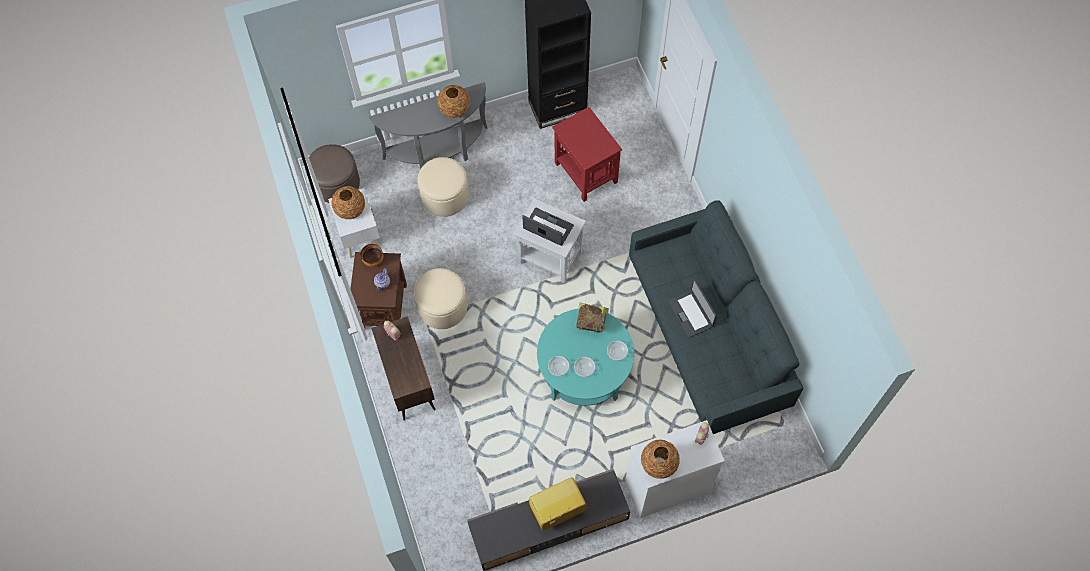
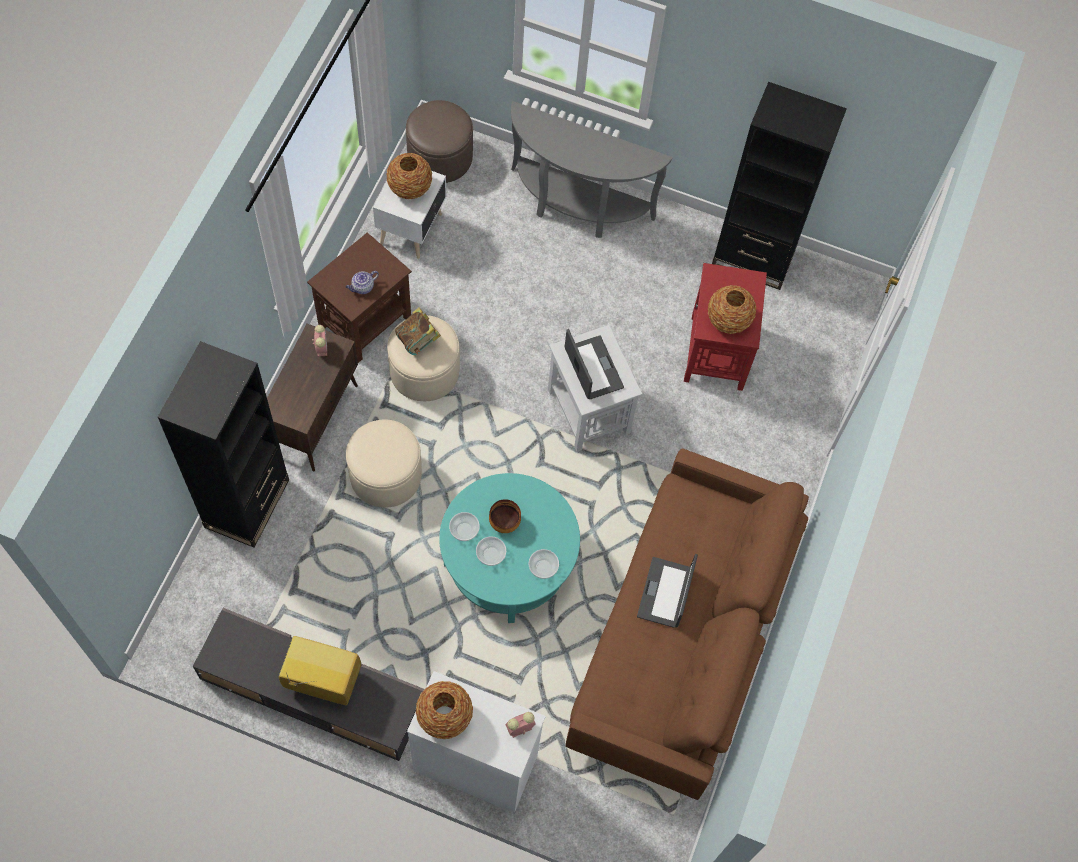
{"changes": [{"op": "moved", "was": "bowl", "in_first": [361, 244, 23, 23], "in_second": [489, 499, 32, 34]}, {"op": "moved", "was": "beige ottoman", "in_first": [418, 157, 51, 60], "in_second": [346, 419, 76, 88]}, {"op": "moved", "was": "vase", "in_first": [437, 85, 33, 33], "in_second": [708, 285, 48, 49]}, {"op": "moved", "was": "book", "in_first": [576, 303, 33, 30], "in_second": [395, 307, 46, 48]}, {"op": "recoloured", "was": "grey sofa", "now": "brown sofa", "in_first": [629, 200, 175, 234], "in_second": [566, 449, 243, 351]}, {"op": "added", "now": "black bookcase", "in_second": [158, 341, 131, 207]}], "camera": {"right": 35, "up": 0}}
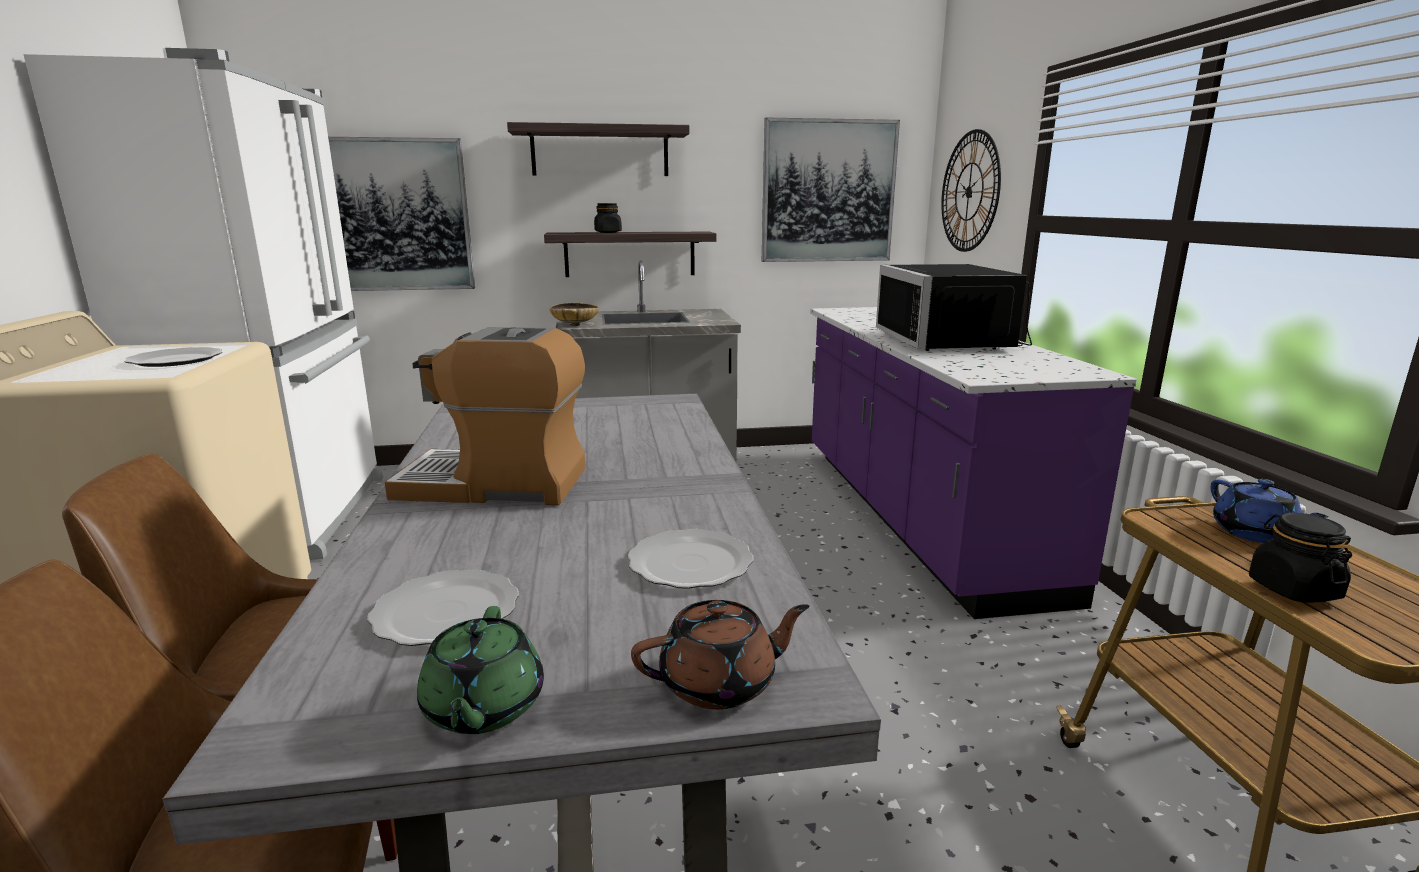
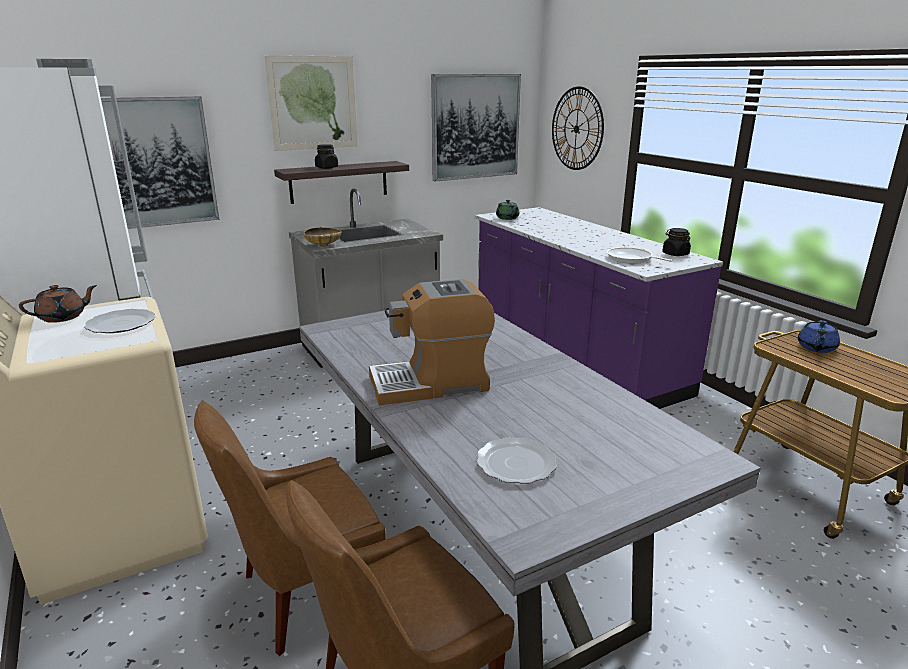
{"changes": [{"op": "moved", "was": "green teapot", "in_first": [417, 606, 127, 128], "in_second": [496, 200, 23, 20]}, {"op": "replaced", "was": "shelf", "now": "picture", "in_first": [507, 122, 183, 54], "in_second": [265, 55, 93, 96]}, {"op": "removed", "was": "plate", "in_first": [628, 529, 126, 60]}, {"op": "moved", "was": "brown teapot", "in_first": [631, 600, 179, 109], "in_second": [19, 285, 78, 38]}, {"op": "removed", "was": "black microwave", "in_first": [876, 264, 156, 87]}, {"op": "turned", "was": "blue teapot", "in_first": [1211, 479, 117, 64], "in_second": [798, 320, 42, 33], "clockwise": 60}, {"op": "moved", "was": "black jar", "in_first": [1249, 513, 103, 90], "in_second": [662, 228, 29, 28]}, {"op": "added", "now": "frying pan", "in_second": [607, 247, 66, 17]}], "camera": {"right": -20, "up": 5}}
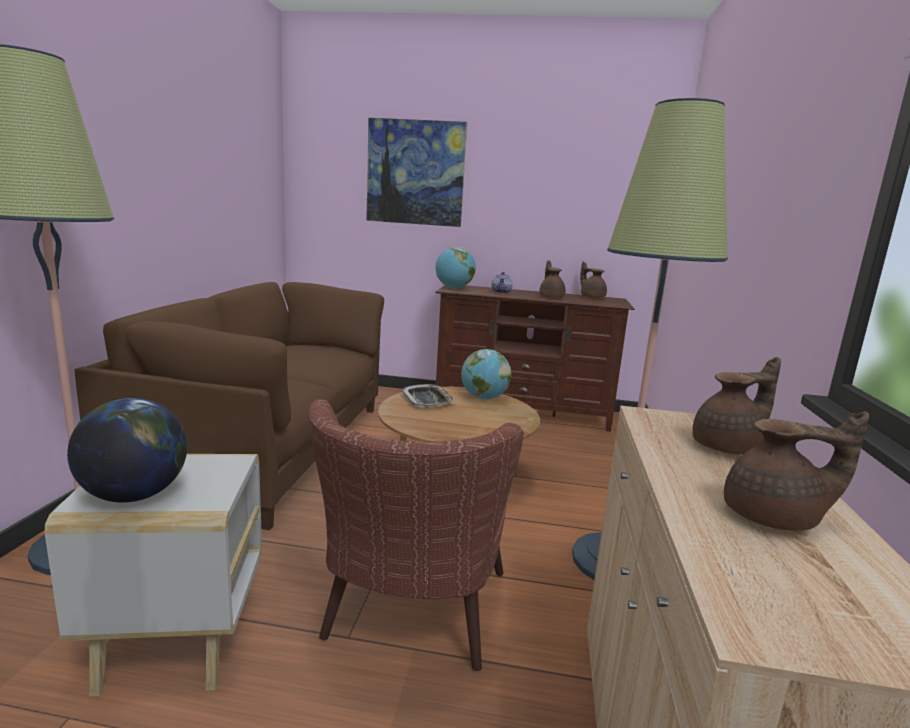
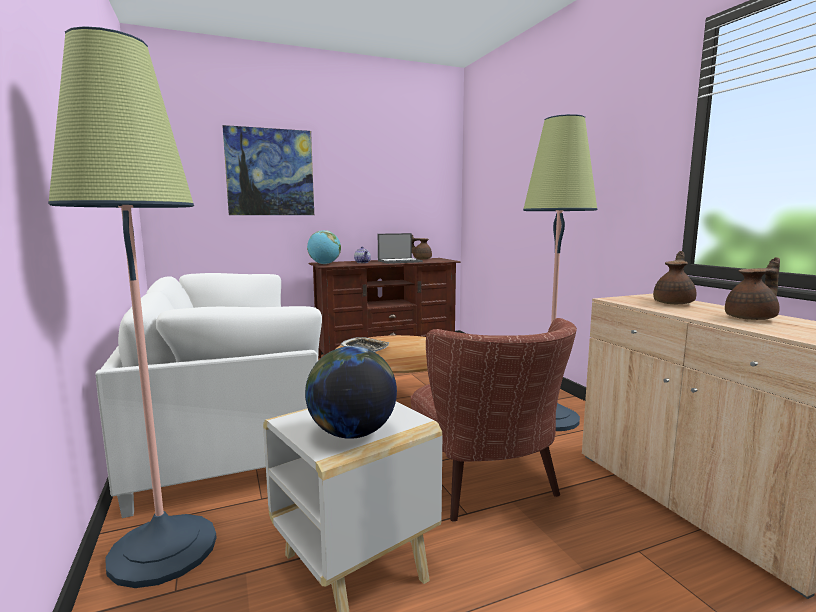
{"changes": [{"op": "recoloured", "was": "brown sofa", "now": "white sofa", "in_first": [75, 282, 309, 248], "in_second": [95, 273, 227, 245]}, {"op": "removed", "was": "globe", "in_first": [461, 349, 50, 50]}, {"op": "replaced", "was": "brown teapot", "now": "laptop", "in_first": [539, 260, 27, 38], "in_second": [378, 233, 45, 31]}], "camera": {"right": -30, "up": -5}}
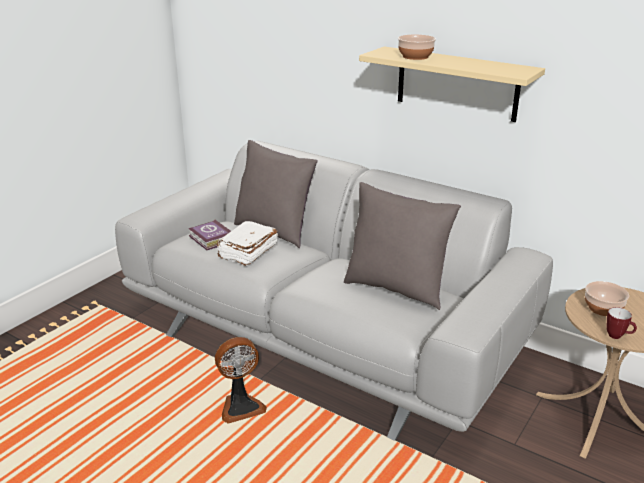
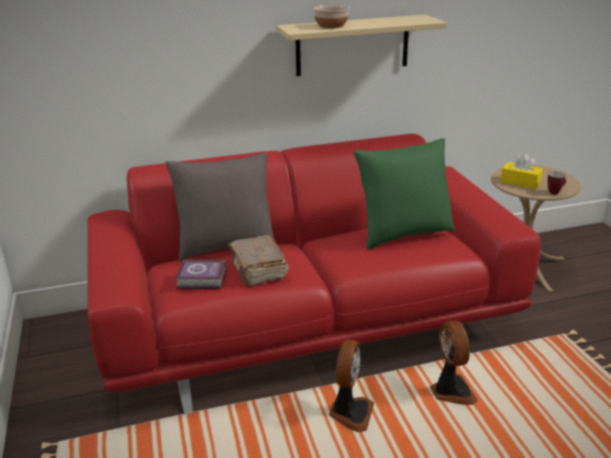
{"changes": [{"op": "recoloured", "was": "grey sofa", "now": "red sofa", "in_first": [115, 141, 438, 300], "in_second": [87, 134, 454, 281]}, {"op": "recoloured", "was": "white book", "now": "brown book", "in_first": [217, 221, 61, 45], "in_second": [228, 235, 60, 52]}, {"op": "recoloured", "was": "grey pillow", "now": "green pillow", "in_first": [344, 182, 117, 128], "in_second": [353, 138, 102, 112]}, {"op": "replaced", "was": "bowl", "now": "yellow tissue box", "in_first": [585, 281, 44, 35], "in_second": [500, 154, 43, 35]}, {"op": "added", "now": "fan", "in_second": [430, 320, 48, 85]}], "camera": {"right": -50, "up": 0}}
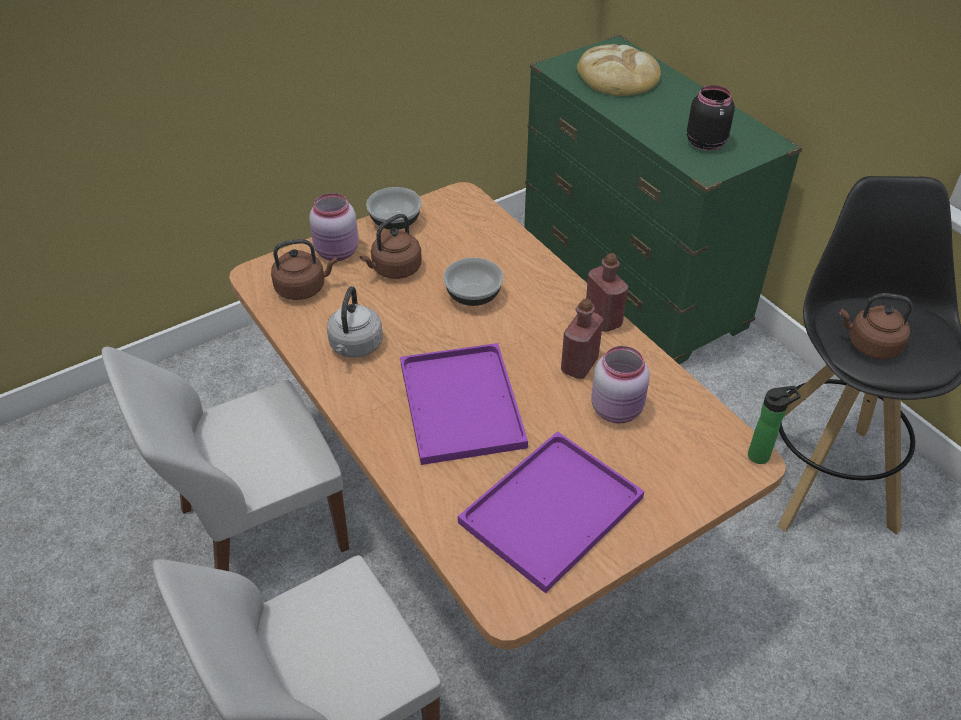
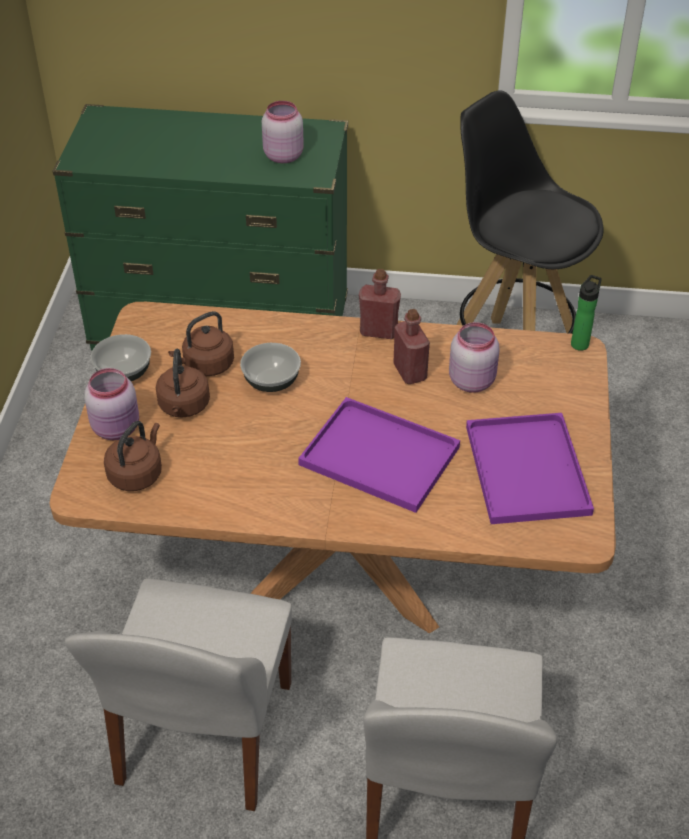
{"changes": [{"op": "removed", "was": "grey kettle", "in_first": [327, 286, 56, 72]}, {"op": "removed", "was": "bread", "in_first": [577, 44, 84, 52]}, {"op": "recoloured", "was": "black jar", "now": "pink jar", "in_first": [687, 85, 48, 65], "in_second": [262, 101, 42, 62]}, {"op": "moved", "was": "brown kettle", "in_first": [840, 293, 73, 66], "in_second": [168, 311, 66, 65]}], "camera": {"right": -50, "up": 0}}
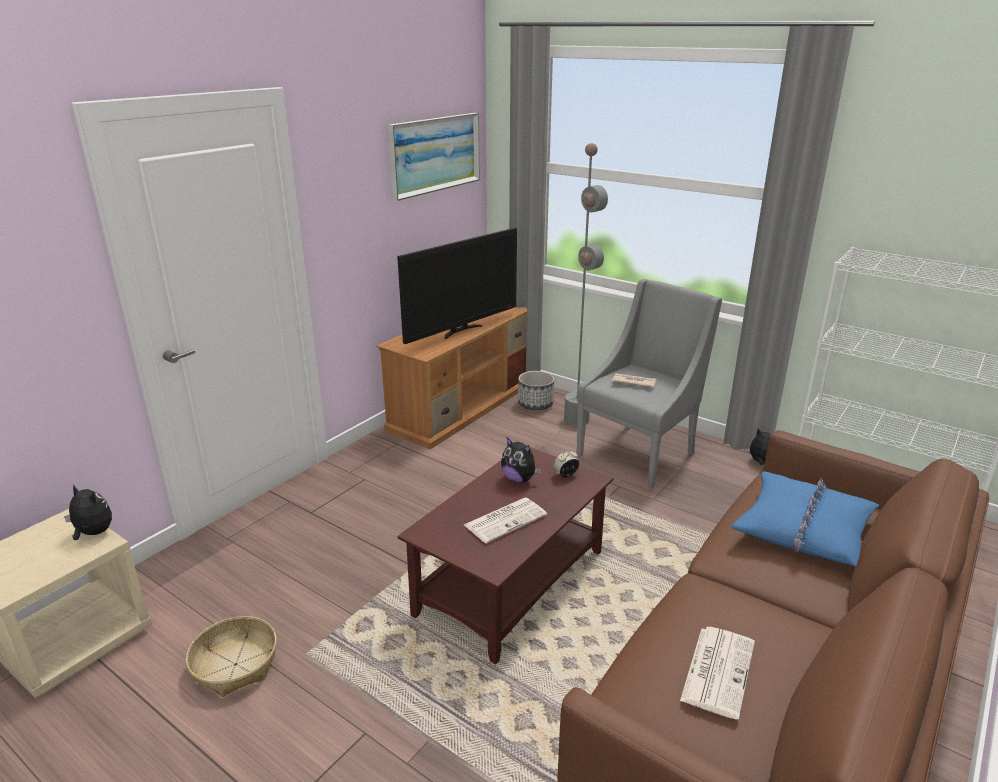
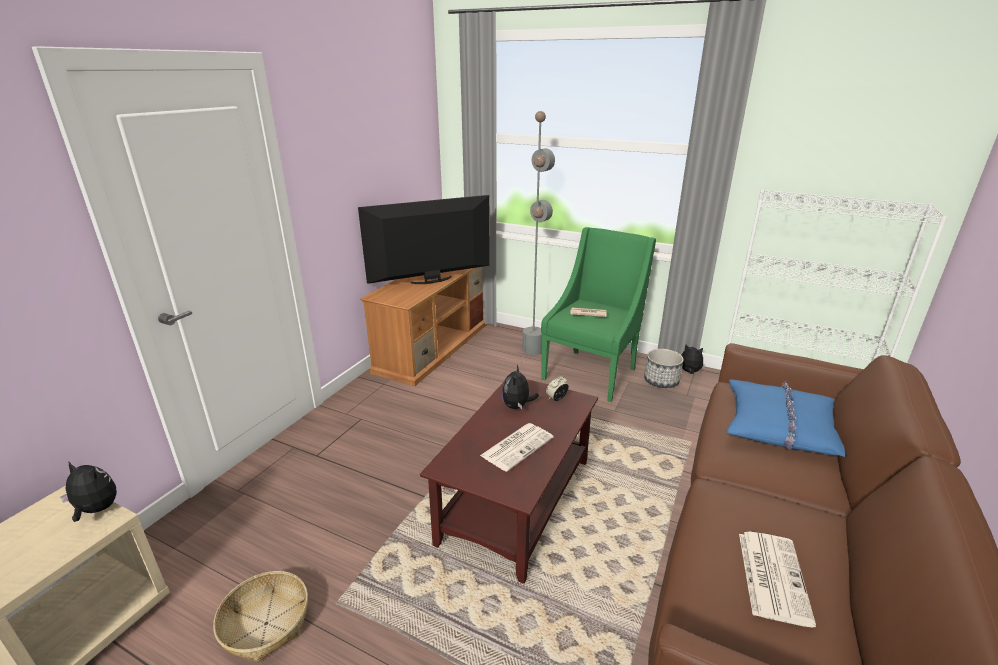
{"changes": [{"op": "removed", "was": "picture", "in_first": [388, 113, 92, 88]}, {"op": "turned", "was": "television", "in_first": [397, 228, 120, 116], "in_second": [358, 195, 132, 89], "clockwise": -150}, {"op": "turned", "was": "plush toy", "in_first": [501, 438, 41, 45], "in_second": [502, 365, 37, 44], "clockwise": 75}, {"op": "moved", "was": "planter", "in_first": [518, 371, 36, 39], "in_second": [644, 349, 40, 39]}, {"op": "recoloured", "was": "grey armchair", "now": "green armchair", "in_first": [577, 279, 145, 210], "in_second": [541, 227, 115, 175]}], "camera": {"right": -10, "up": 0}}
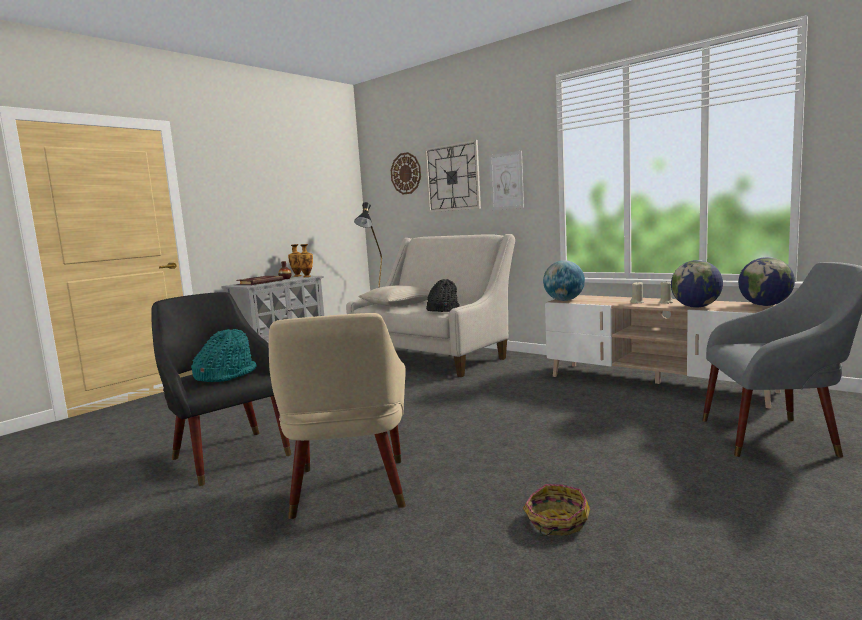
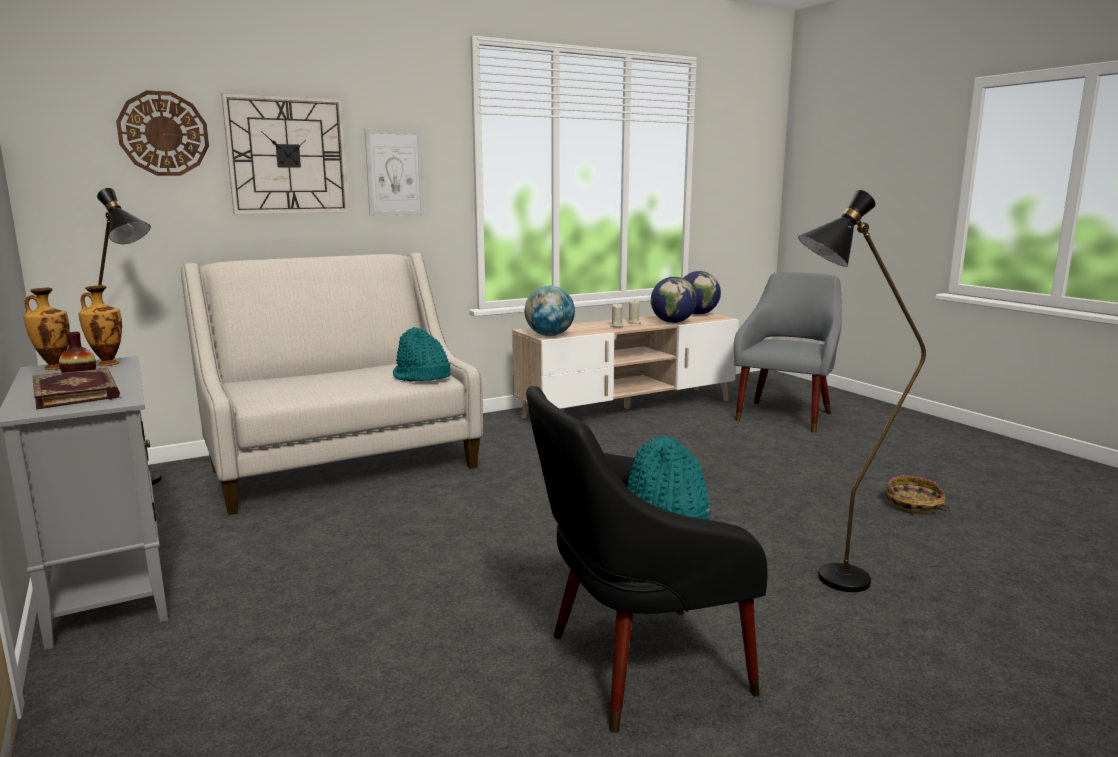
{"changes": [{"op": "replaced", "was": "beige armchair", "now": "black floor lamp", "in_first": [269, 313, 137, 206], "in_second": [798, 190, 128, 402]}, {"op": "removed", "was": "beige pillow", "in_first": [358, 285, 72, 22]}, {"op": "recoloured", "was": "black hat", "now": "turquoise hat", "in_first": [426, 279, 34, 33], "in_second": [393, 327, 58, 55]}], "camera": {"right": -70, "up": 5}}
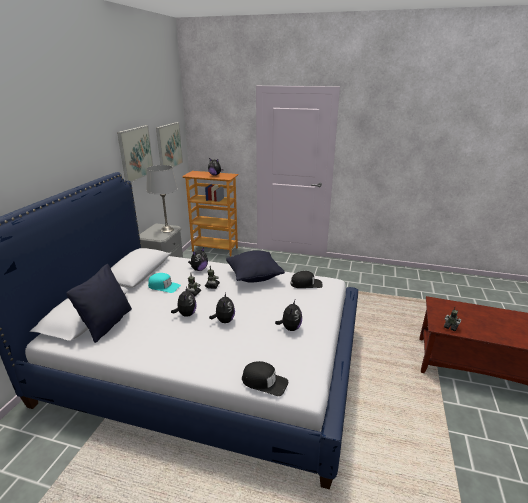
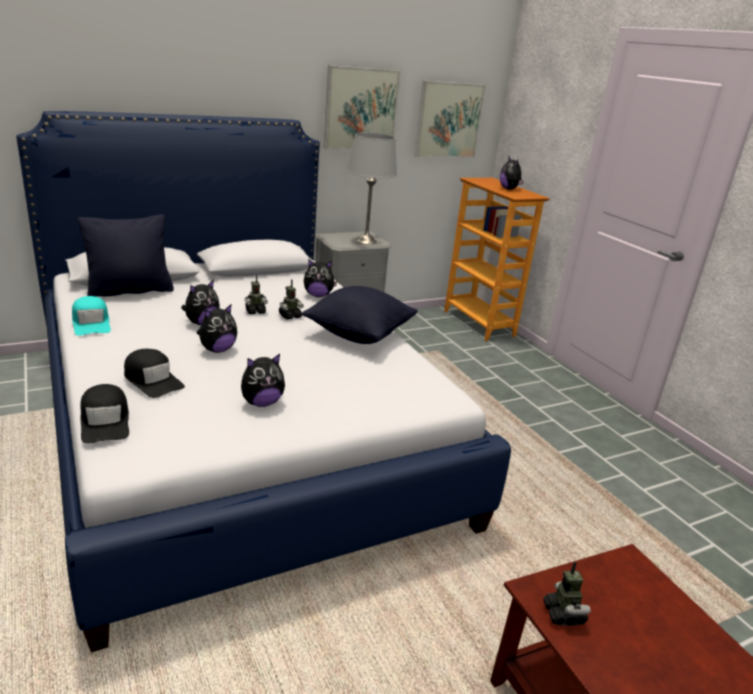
{"changes": [{"op": "moved", "was": "turquoise cap", "in_first": [148, 273, 33, 20], "in_second": [72, 296, 39, 40]}, {"op": "moved", "was": "black cap", "in_first": [290, 271, 33, 17], "in_second": [124, 349, 61, 49]}], "camera": {"right": 45, "up": 0}}
